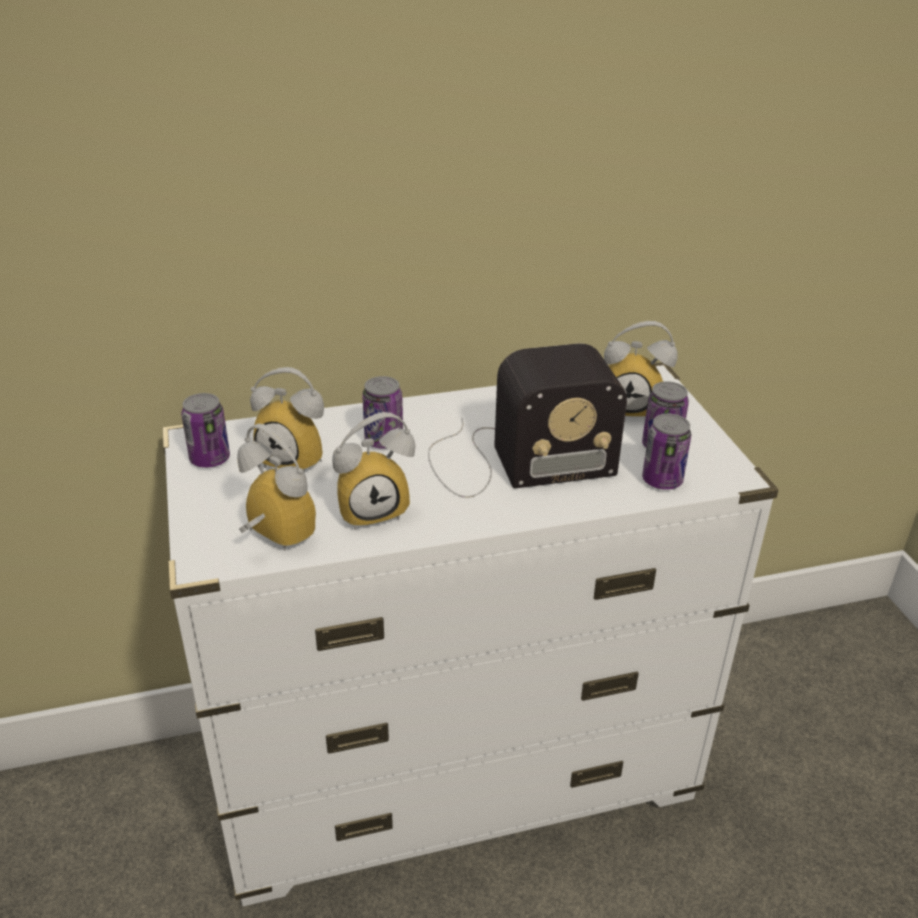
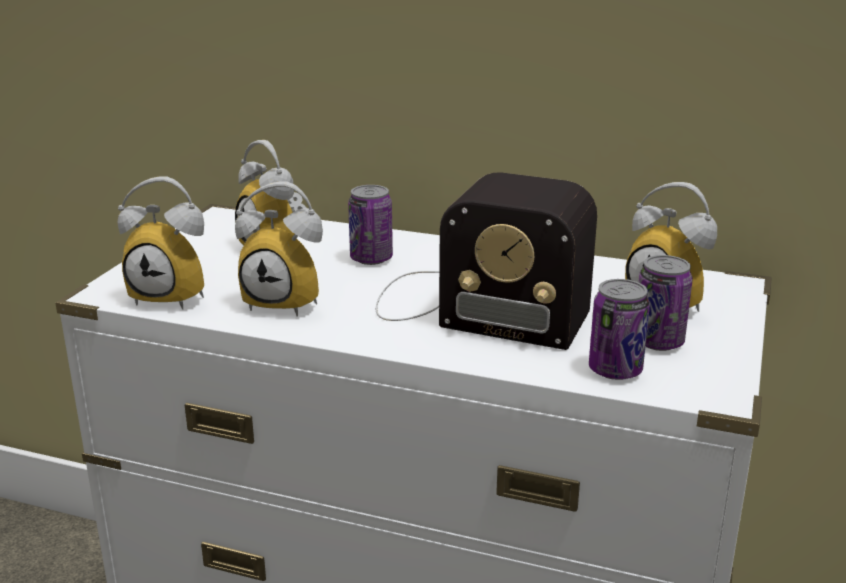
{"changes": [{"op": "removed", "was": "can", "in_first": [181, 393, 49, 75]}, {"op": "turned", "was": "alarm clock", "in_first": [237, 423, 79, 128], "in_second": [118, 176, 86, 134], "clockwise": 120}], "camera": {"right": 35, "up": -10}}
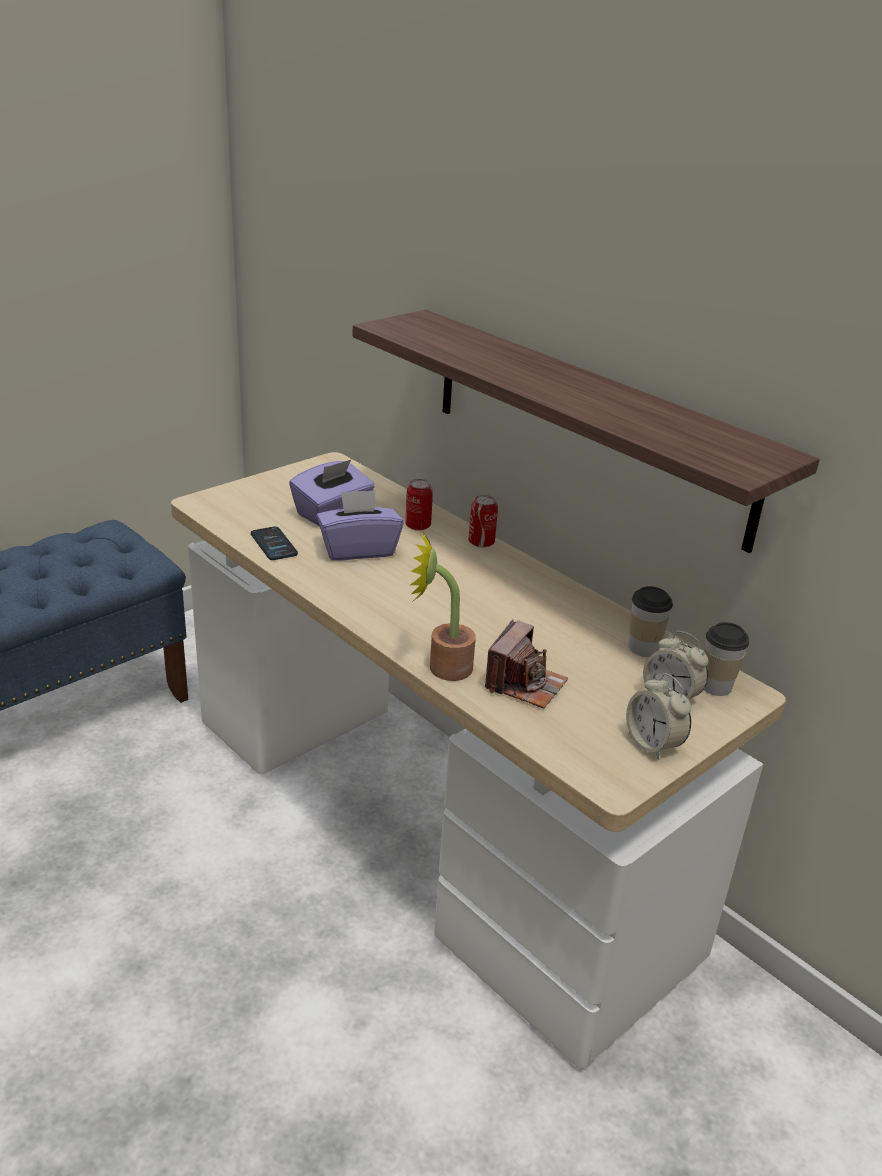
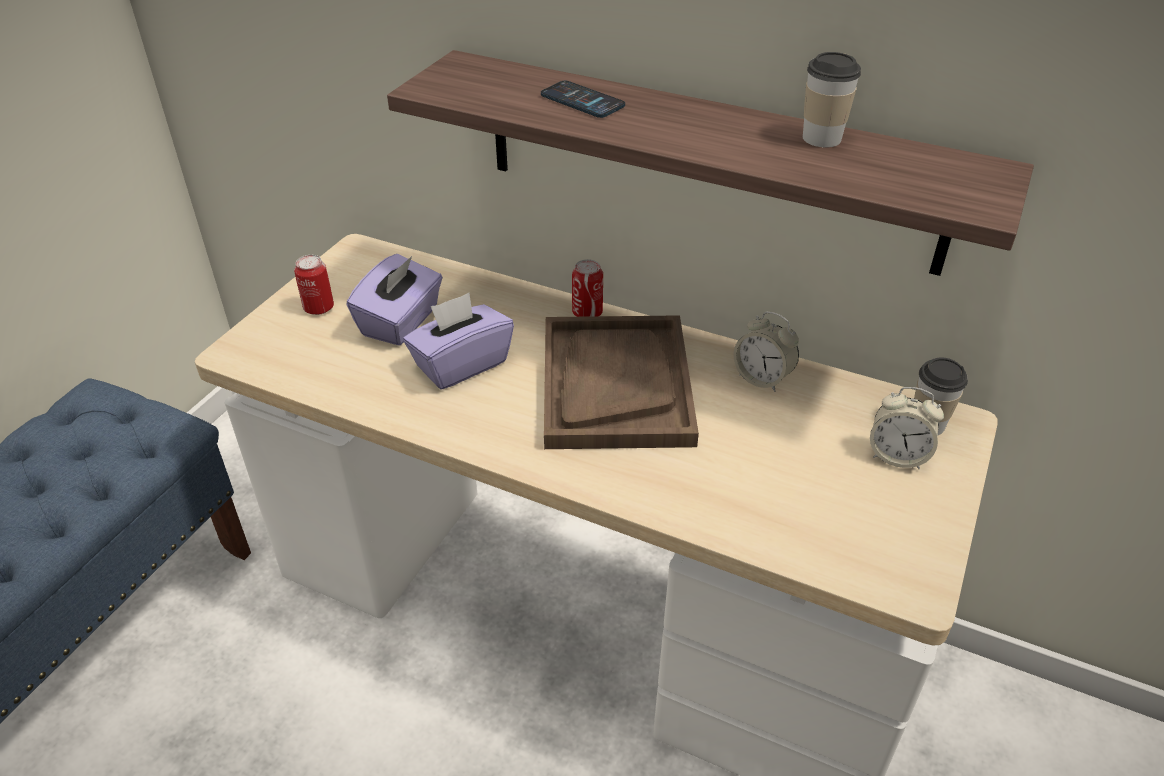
{"changes": [{"op": "moved", "was": "phone", "in_first": [251, 526, 47, 34], "in_second": [541, 81, 84, 37]}, {"op": "moved", "was": "can", "in_first": [405, 479, 28, 52], "in_second": [294, 255, 40, 60]}, {"op": "removed", "was": "potted plant", "in_first": [410, 531, 66, 150]}, {"op": "removed", "was": "photo camera", "in_first": [485, 619, 83, 90]}, {"op": "moved", "was": "alarm clock", "in_first": [626, 673, 65, 87], "in_second": [734, 311, 65, 81]}, {"op": "moved", "was": "cup", "in_first": [629, 586, 44, 71], "in_second": [803, 52, 58, 95]}, {"op": "added", "now": "brown tray", "in_second": [544, 315, 155, 134]}], "camera": {"right": -20, "up": 10}}
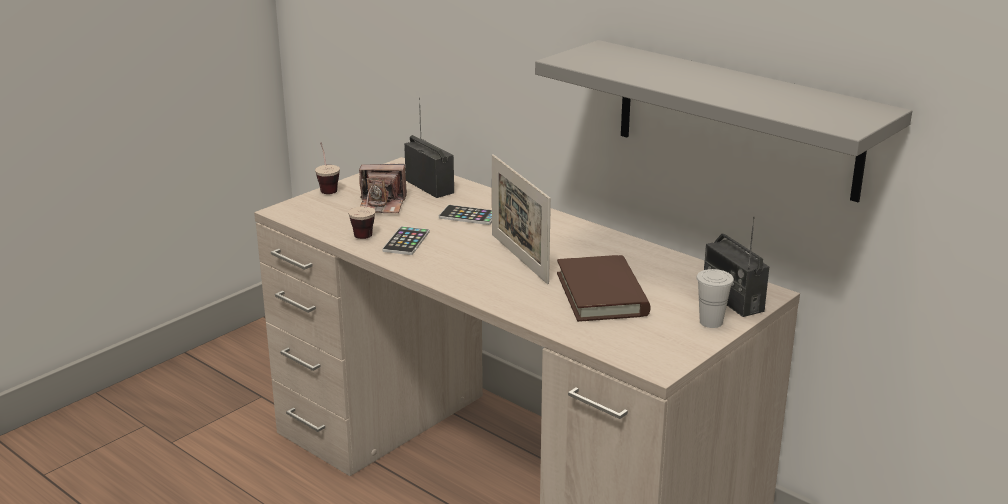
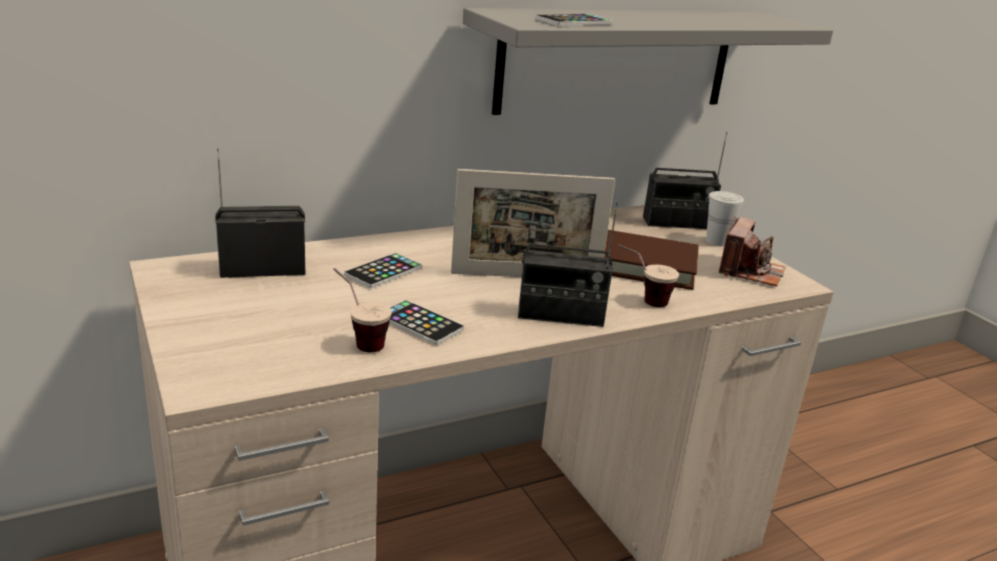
{"changes": [{"op": "moved", "was": "cup", "in_first": [315, 142, 25, 52], "in_second": [618, 245, 61, 62]}, {"op": "moved", "was": "photo camera", "in_first": [359, 164, 48, 49], "in_second": [719, 216, 66, 70]}, {"op": "added", "now": "radio", "in_second": [518, 202, 100, 125]}, {"op": "added", "now": "phone", "in_second": [535, 14, 78, 12]}], "camera": {"right": -70, "up": 0}}
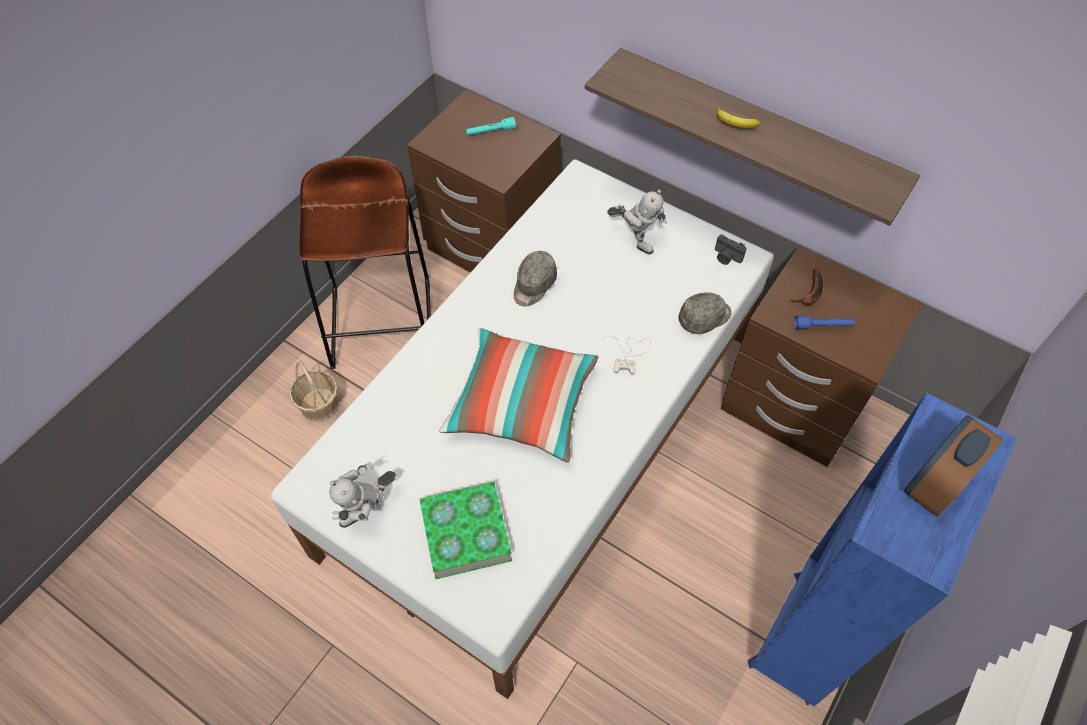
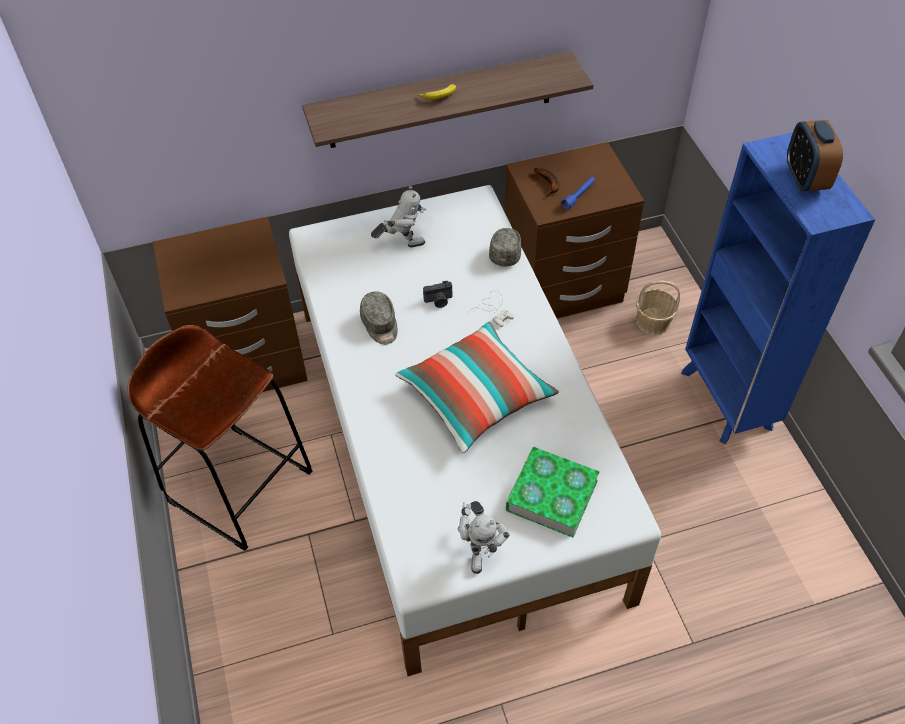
{"changes": [{"op": "moved", "was": "basket", "in_first": [289, 361, 50, 61], "in_second": [636, 280, 44, 55]}, {"op": "removed", "was": "turquoise flashlight", "in_first": [466, 117, 50, 18]}, {"op": "moved", "was": "photo camera", "in_first": [715, 234, 32, 31], "in_second": [423, 281, 29, 27]}], "camera": {"right": -50, "up": -5}}
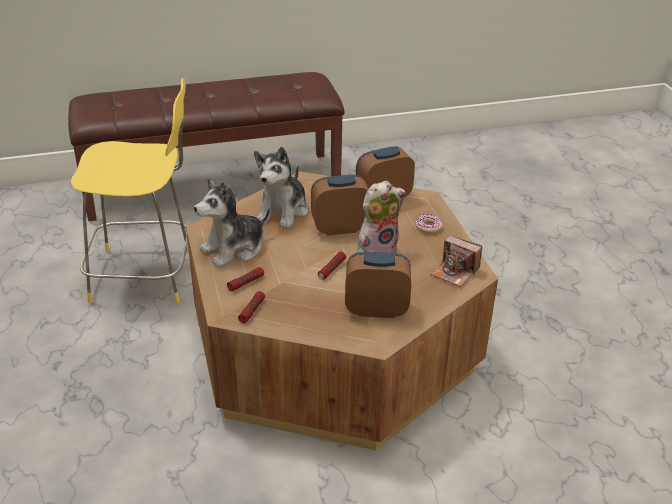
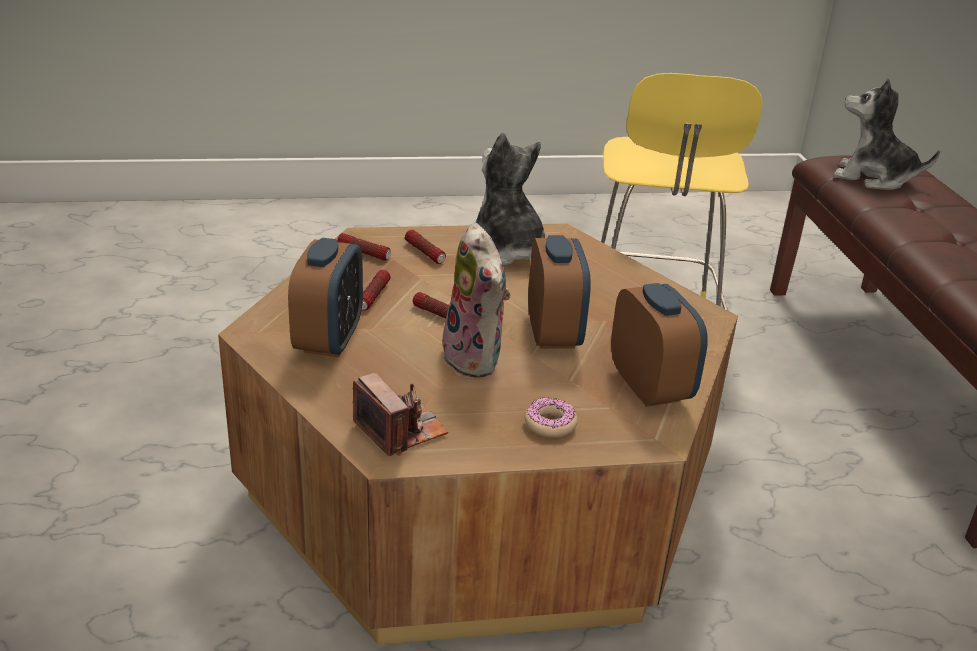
{"changes": [{"op": "moved", "was": "plush toy", "in_first": [254, 147, 54, 82], "in_second": [833, 78, 107, 112]}, {"op": "turned", "was": "photo camera", "in_first": [431, 235, 51, 52], "in_second": [353, 373, 95, 83], "clockwise": 105}, {"op": "added", "now": "flashlight", "in_second": [362, 270, 29, 40]}], "camera": {"right": 95, "up": -5}}
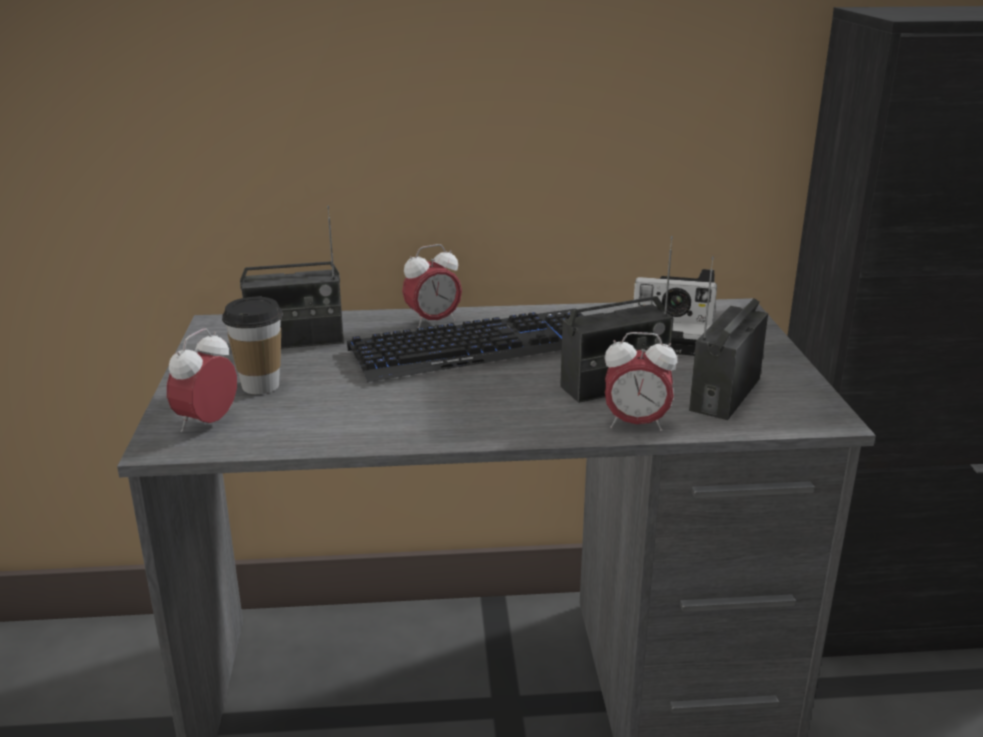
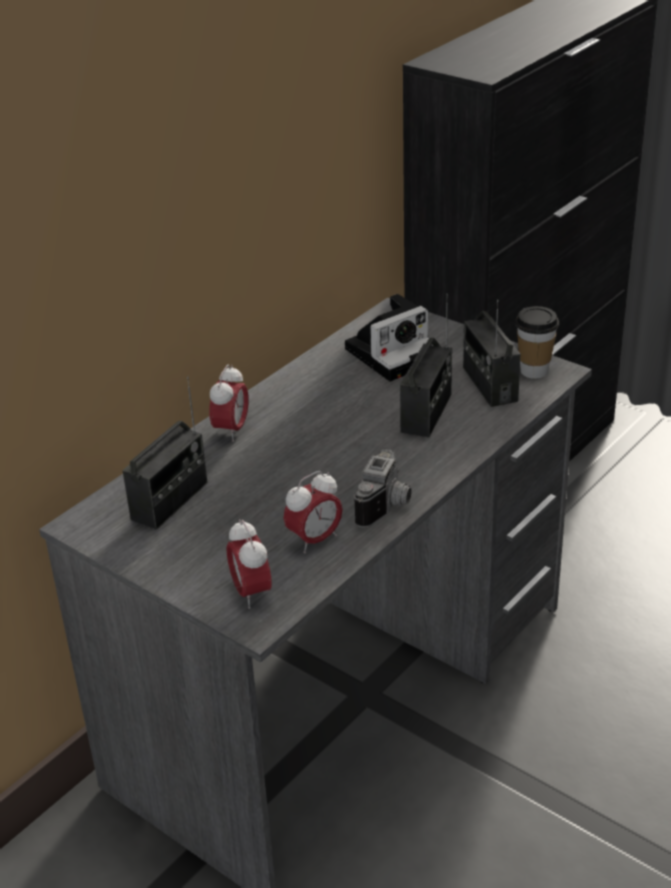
{"changes": [{"op": "moved", "was": "cup", "in_first": [222, 297, 61, 97], "in_second": [515, 306, 44, 73]}, {"op": "removed", "was": "keyboard", "in_first": [347, 308, 236, 74]}, {"op": "moved", "was": "alarm clock", "in_first": [604, 332, 73, 99], "in_second": [284, 471, 59, 82]}, {"op": "added", "now": "photo camera", "in_second": [354, 448, 58, 80]}], "camera": {"right": -45, "up": 10}}
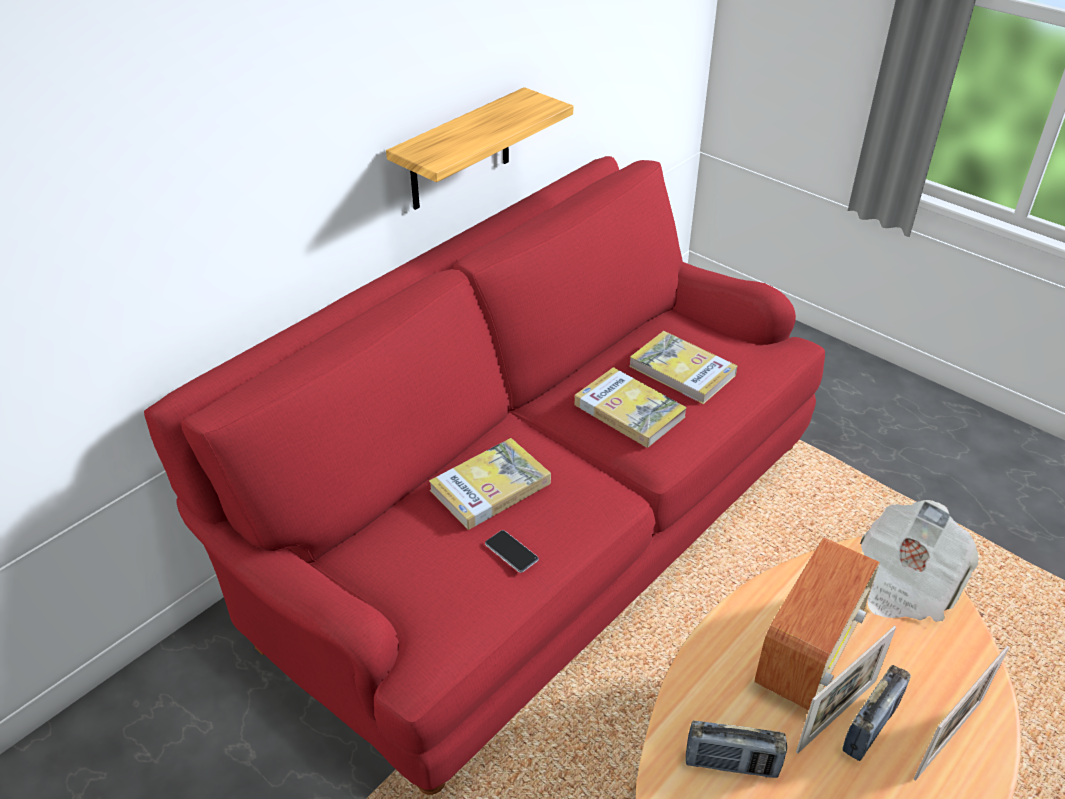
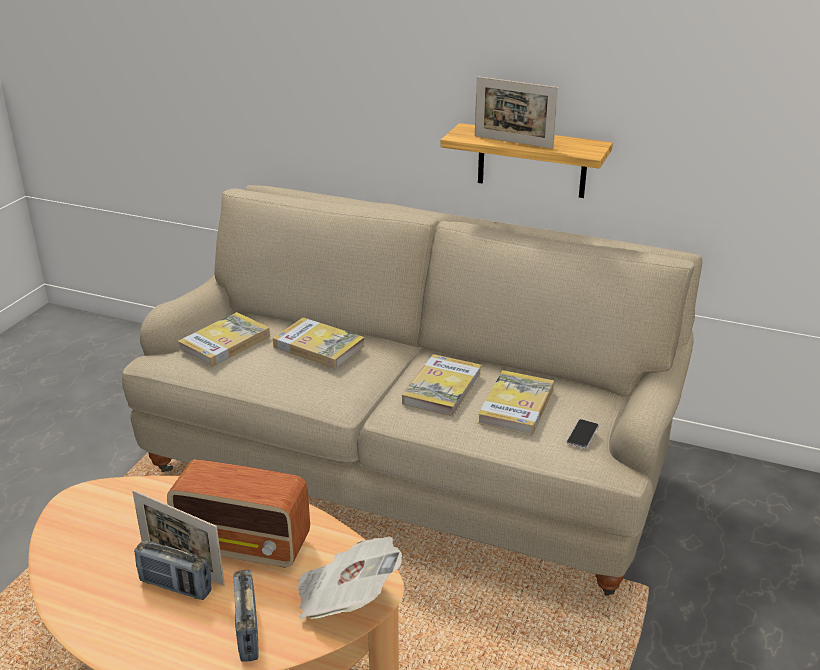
{"changes": [{"op": "recoloured", "was": "red sofa", "now": "beige sofa", "in_first": [144, 156, 681, 639], "in_second": [122, 185, 580, 411]}, {"op": "moved", "was": "phone", "in_first": [485, 530, 54, 43], "in_second": [566, 419, 33, 29]}, {"op": "moved", "was": "radio", "in_first": [686, 721, 101, 57], "in_second": [234, 570, 25, 92]}, {"op": "moved", "was": "picture frame", "in_first": [913, 646, 96, 135], "in_second": [475, 76, 83, 73]}, {"op": "added", "now": "book", "in_second": [178, 312, 92, 55]}], "camera": {"right": 70, "up": -10}}
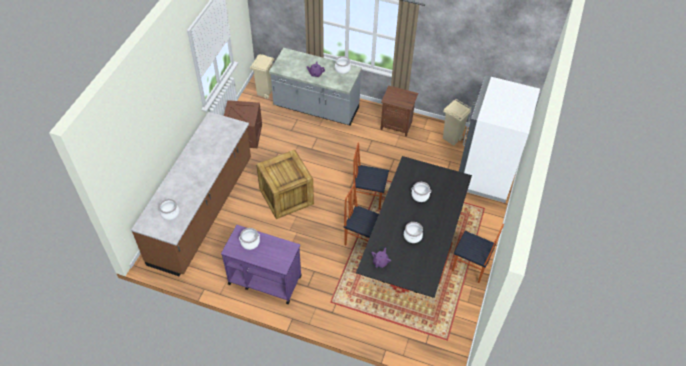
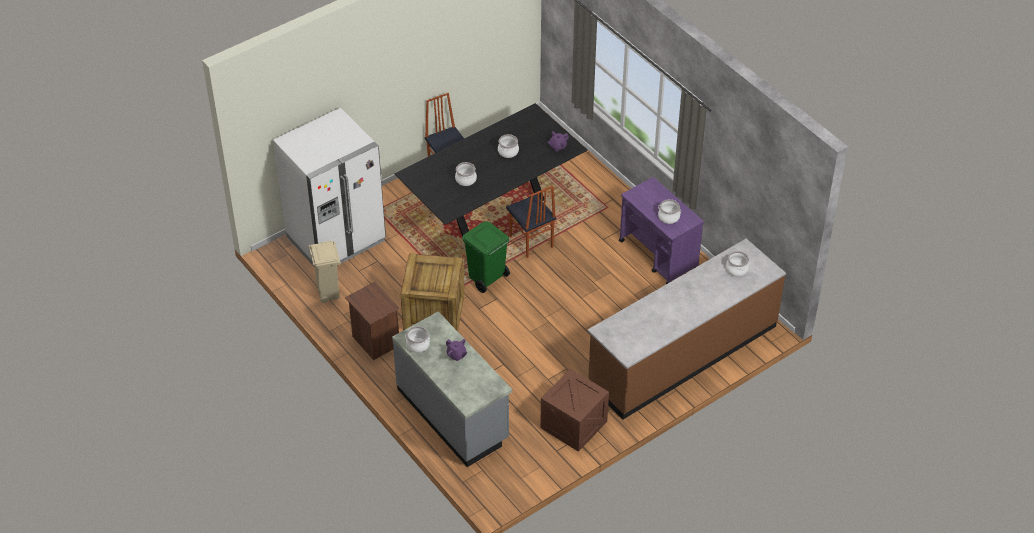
{"changes": [{"op": "removed", "was": "beige trash can", "in_first": [250, 54, 25, 45]}, {"op": "moved", "was": "crate", "in_first": [256, 149, 58, 70], "in_second": [401, 253, 63, 78]}, {"op": "replaced", "was": "chair", "now": "green trash can", "in_first": [353, 143, 36, 67], "in_second": [462, 221, 48, 72]}], "camera": {"right": -145, "up": -5}}
